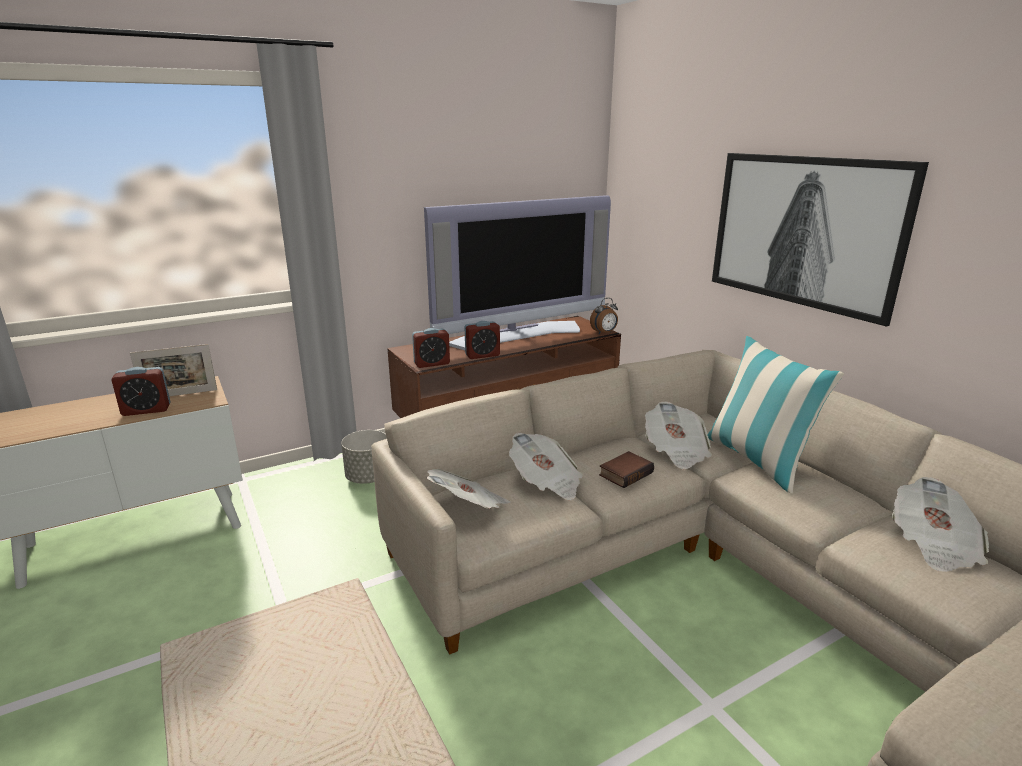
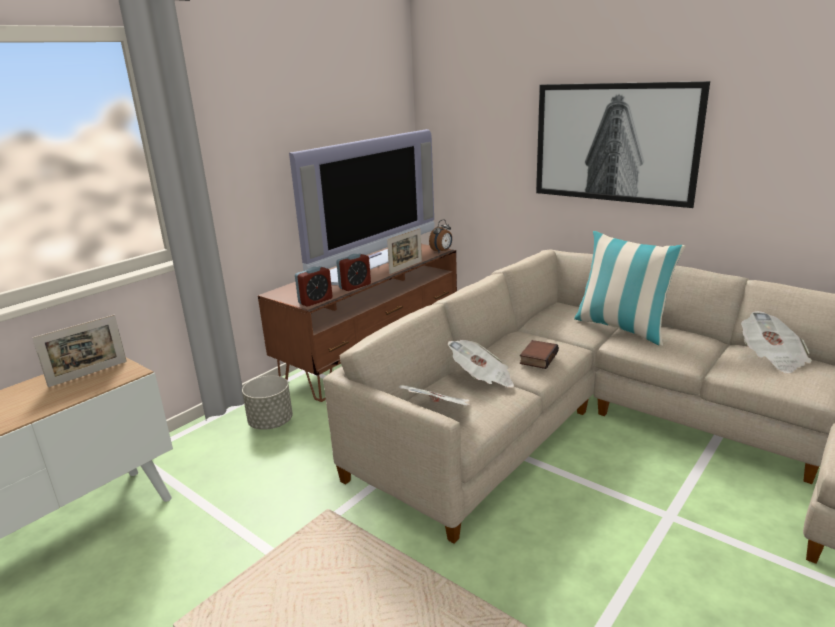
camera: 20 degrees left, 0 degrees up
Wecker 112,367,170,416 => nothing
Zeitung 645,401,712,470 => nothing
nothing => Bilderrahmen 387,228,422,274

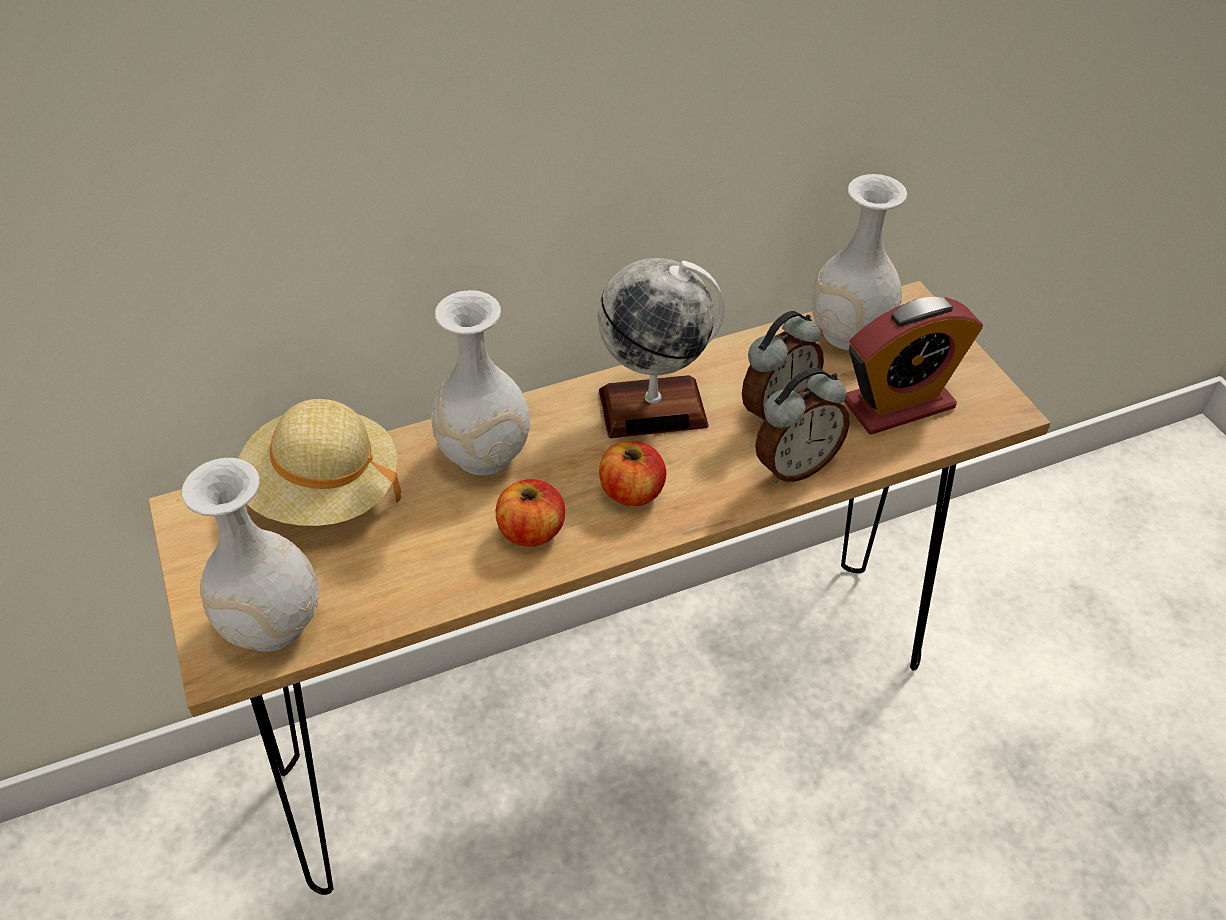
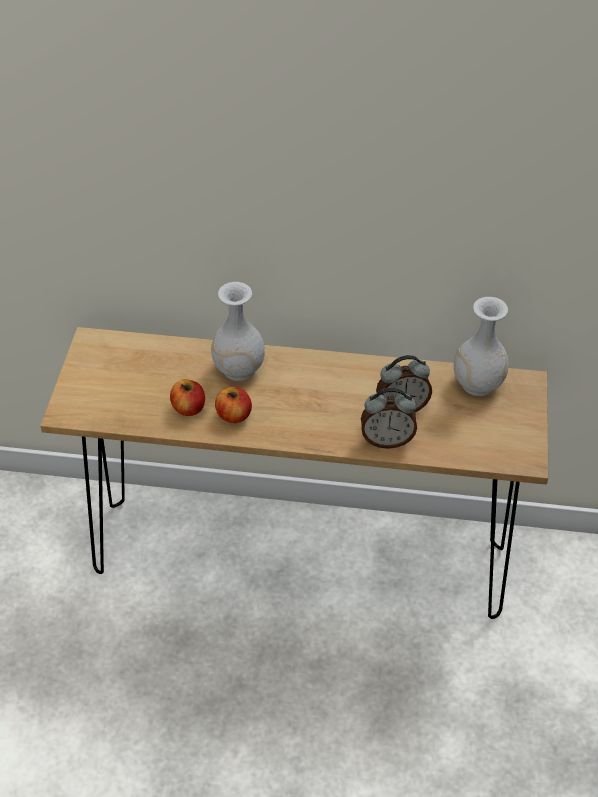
camera: 30 degrees right, 0 degrees up
Globus 597,258,724,438 => nothing
Wecker 844,297,983,435 => nothing
Hut/beige 238,399,401,526 => nothing
Apfel 599,441,666,506 => Apfel 170,379,205,416, moved
Vase/weiß 181,458,319,652 => nothing

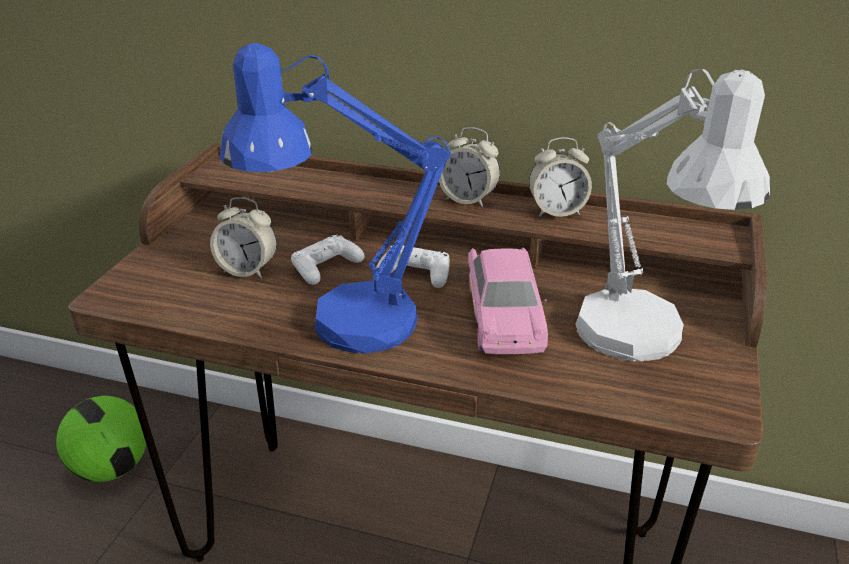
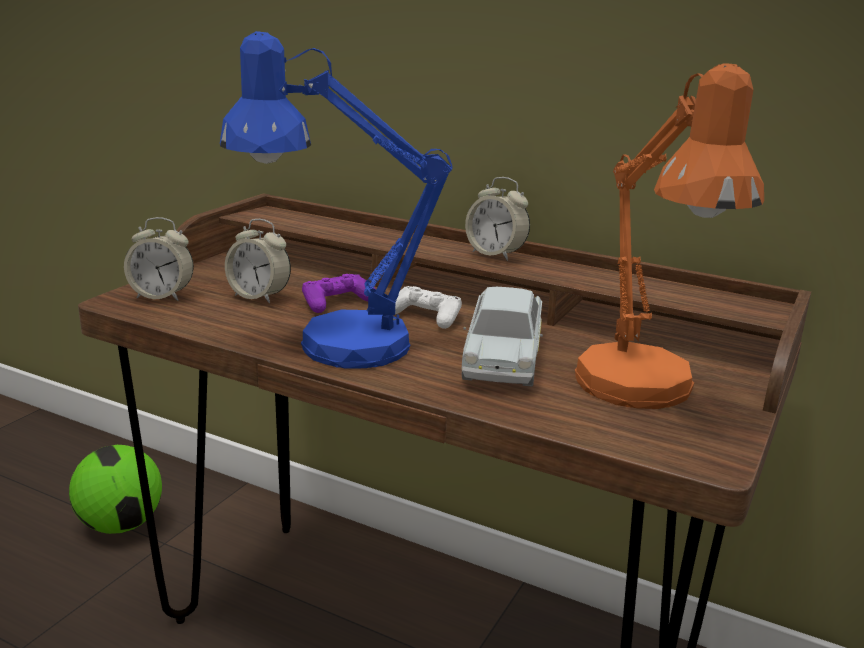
camera: 10 degrees right, 10 degrees down
Tischlampe/weiß 575,69,770,361 => Tischlampe/orange 575,63,764,409
Wecker 529,137,592,217 => Wecker 124,217,194,301, moved
Gamepad/weiß 291,235,365,285 => Gamepad/lila 302,274,375,313
Spielzeugauto/rosa 468,247,548,354 => Spielzeugauto/weiß 462,287,543,386

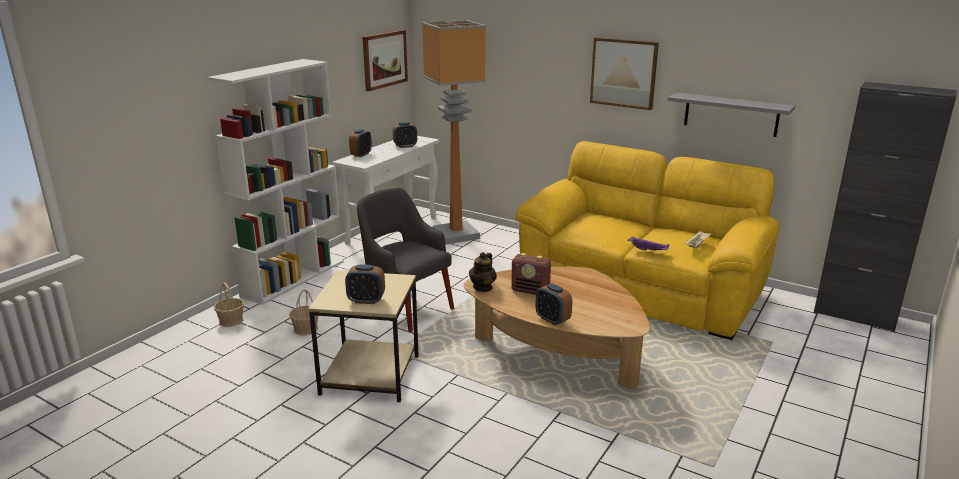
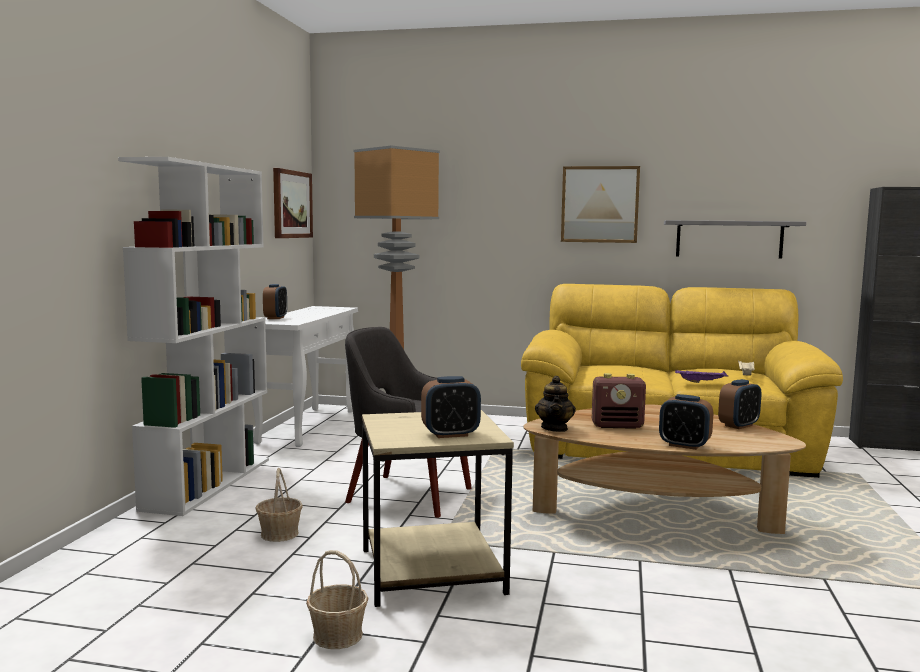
camera: 20 degrees left, 15 degrees down
Wecker 392,122,417,148 => Wecker 718,379,761,429, moved
Korb 214,283,244,327 => Korb 306,550,368,649, moved

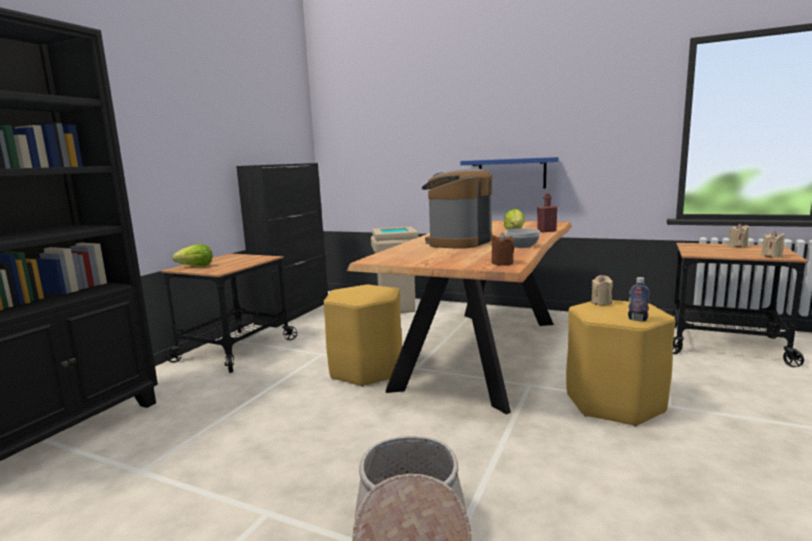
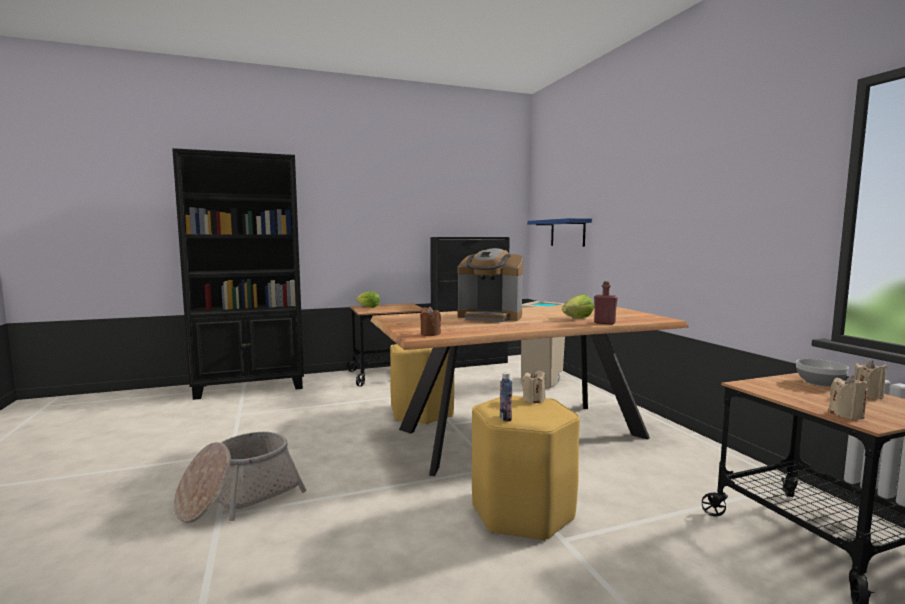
camera: 45 degrees right, 5 degrees down
Wandregal/blau 460,157,558,188 => Wandregal/blau 527,218,592,247, moved
Kaffeemaschine 422,169,492,249 => Kaffeemaschine 458,248,523,322, 150 degrees counterclockwise
Schüssel 505,229,540,248 => Schüssel 796,359,849,387, moved

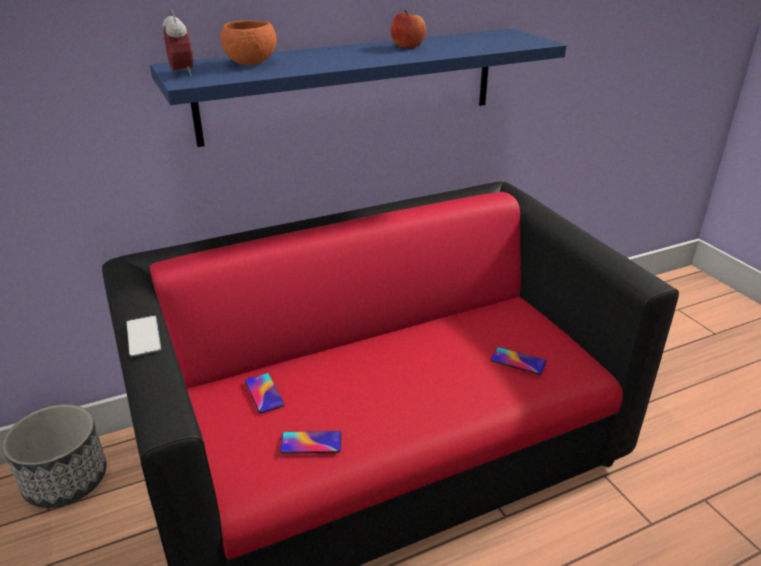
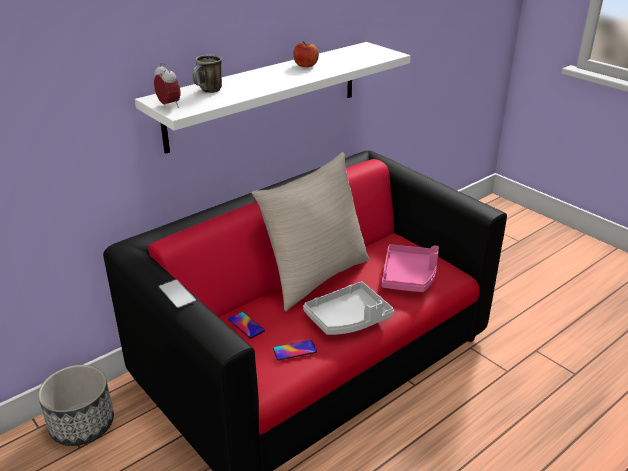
camera: 15 degrees left, 0 degrees up
Schüssel/orange 221,21,276,65 => Henkelbecher 192,55,222,93
Wandregal/blau 150,29,566,147 => Wandregal/weiß 135,42,411,154
Handy 491,347,546,375 => Tablett/rosa 382,244,439,292
nothing => Kissen/beige 251,152,370,311
nothing => Tablett/grau 303,281,394,335

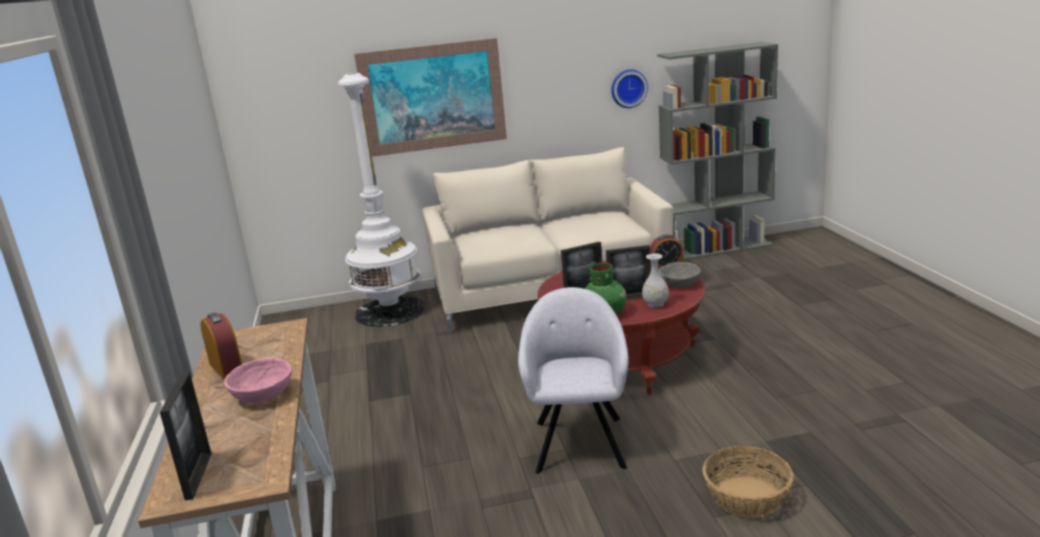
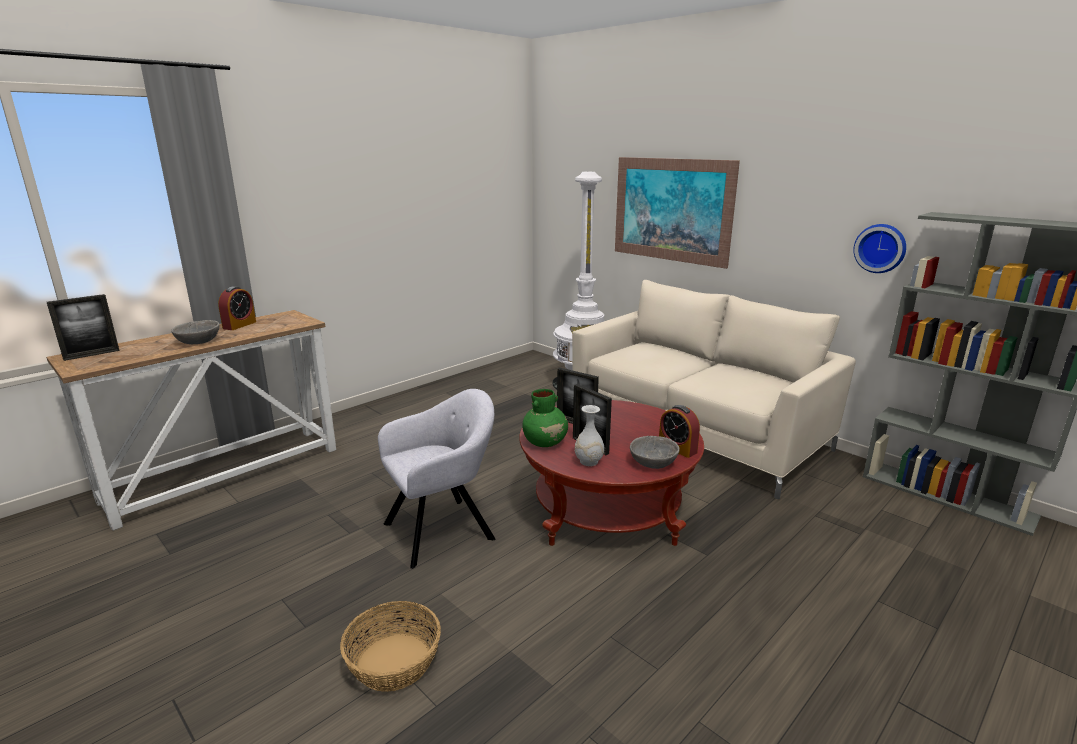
camera: 55 degrees right, 0 degrees up
Schüssel/rosa 224,358,292,403 => Schüssel/grau 171,320,220,344

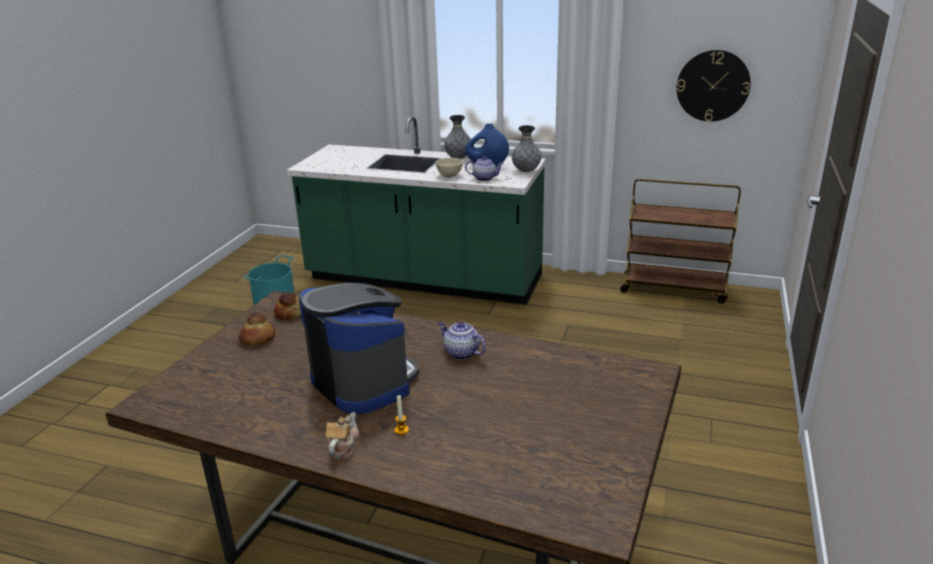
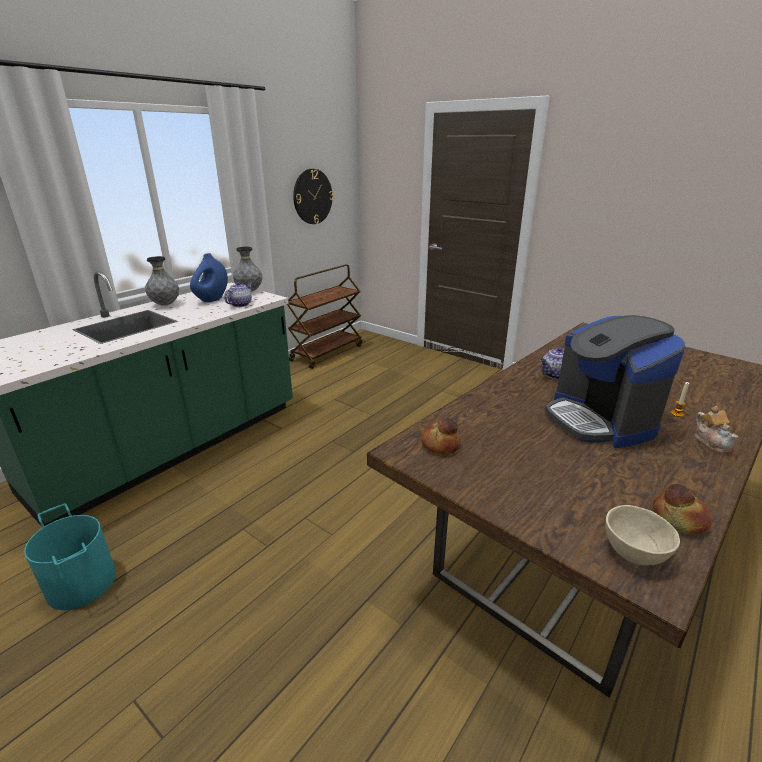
camera: 70 degrees left, 0 degrees up
Schüssel/beige 435,158,463,177 => Schüssel/beige 605,505,680,566, moved
Kaffeemaschine 299,283,420,414 => Kaffeemaschine 545,315,685,448, 90 degrees counterclockwise
Brot 238,312,275,346 => Brot 653,484,712,534, moved
Teekanne 326,412,360,460 => Teekanne 695,406,739,453, 135 degrees counterclockwise

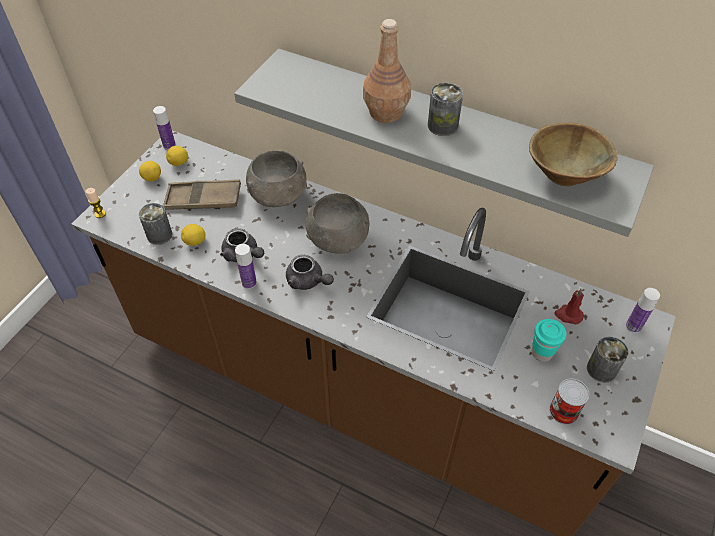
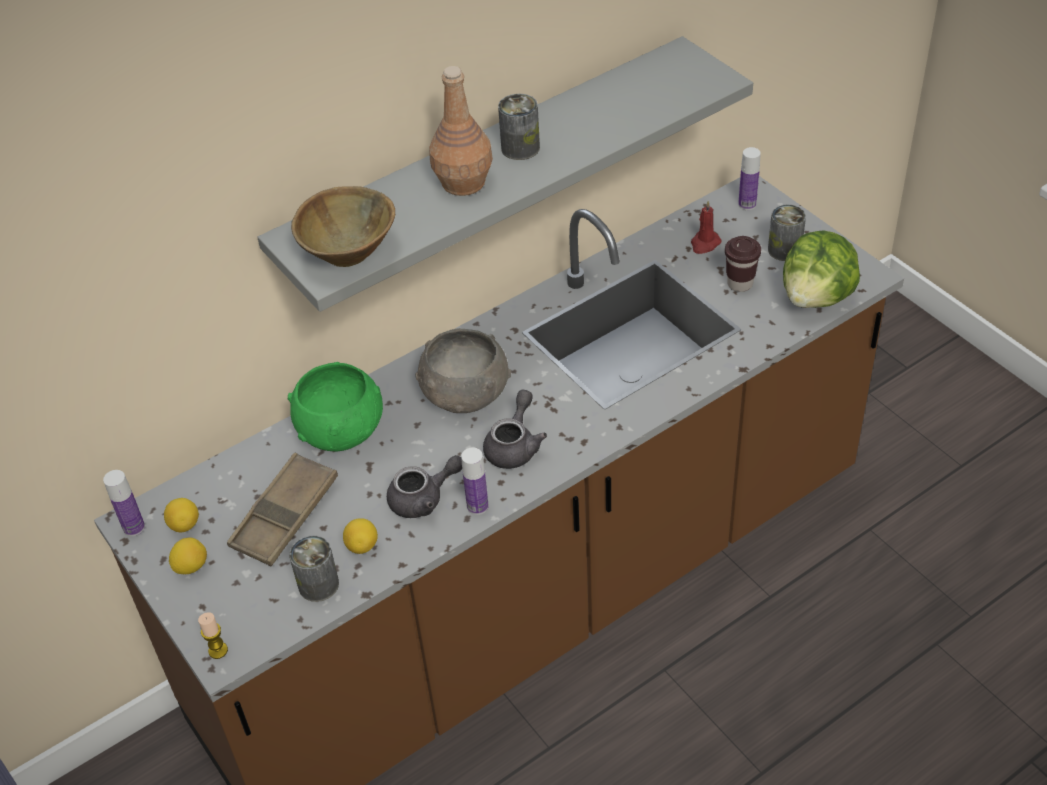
camera: 60 degrees left, 5 degrees down
Schüssel/braun 529,122,617,186 => Schüssel/braun 291,186,395,267, moved
Schüssel/grau 246,150,307,207 => Schüssel/grün 288,362,383,451
Teekanne/grau 286,254,334,290 => Teekanne/grau 483,390,547,469, 45 degrees counterclockwise
Tasse/türkis 532,319,566,362 => Tasse/braun 725,236,761,292
Dose 549,379,589,425 => Salatkopf 783,230,860,308

